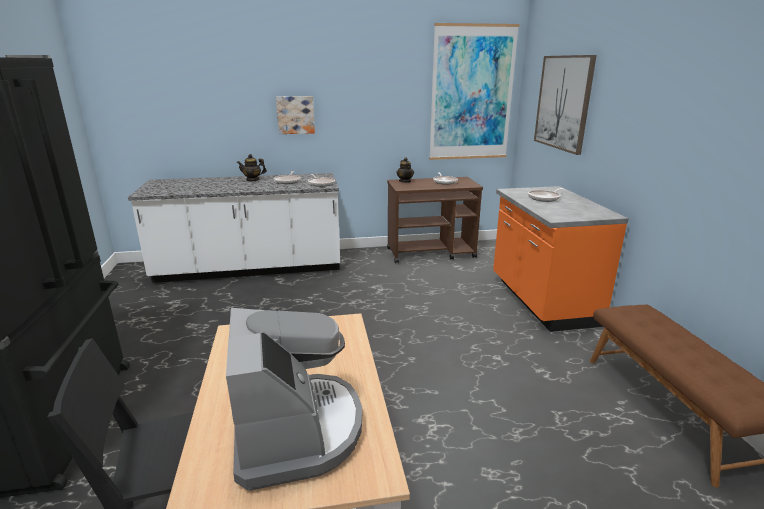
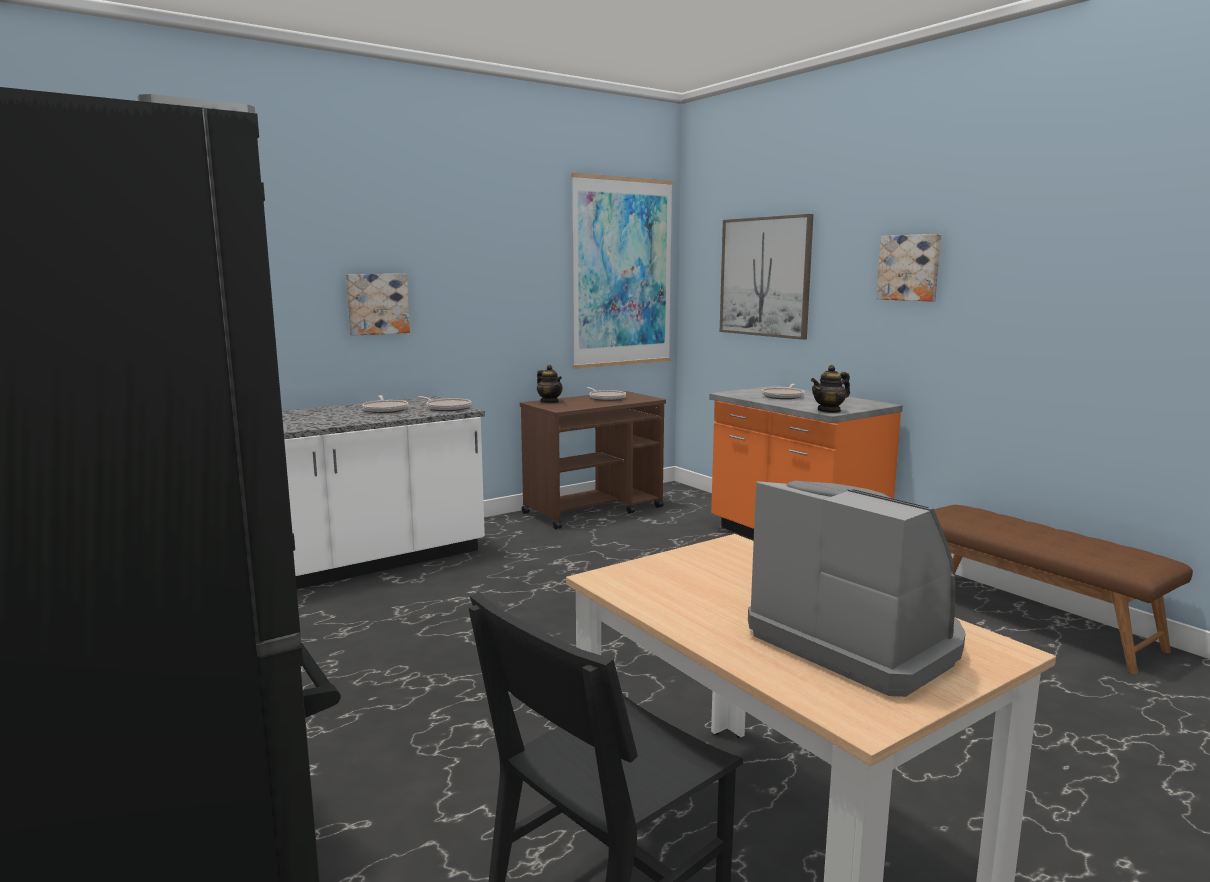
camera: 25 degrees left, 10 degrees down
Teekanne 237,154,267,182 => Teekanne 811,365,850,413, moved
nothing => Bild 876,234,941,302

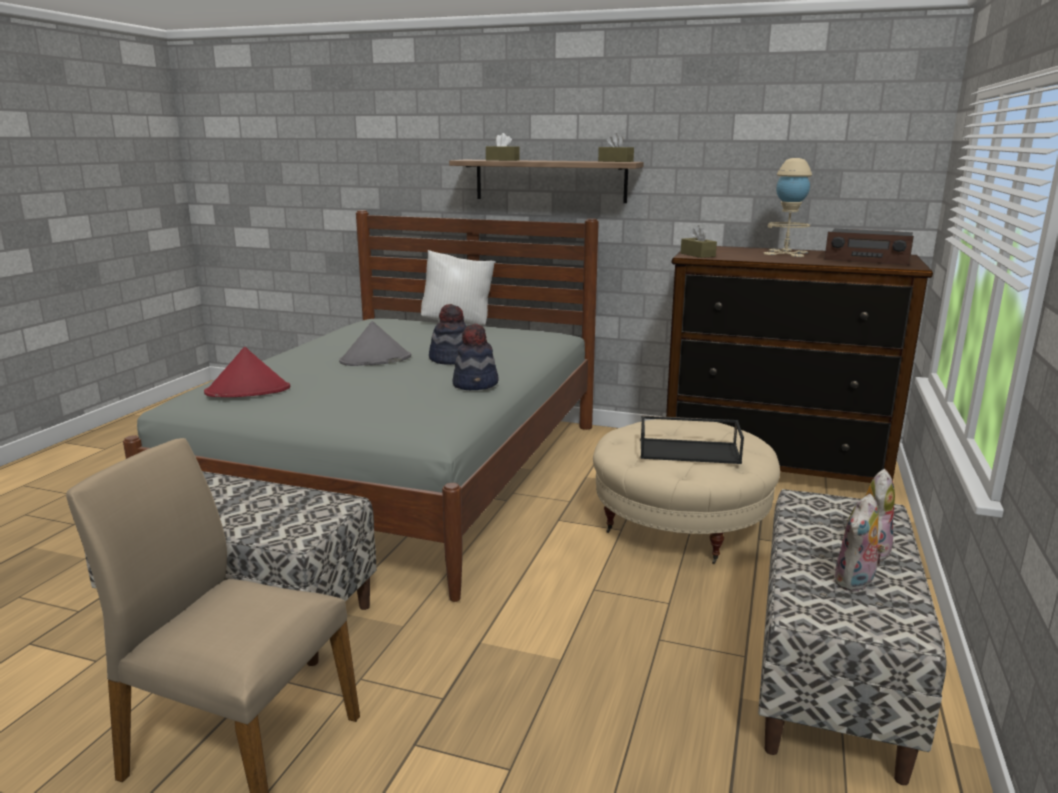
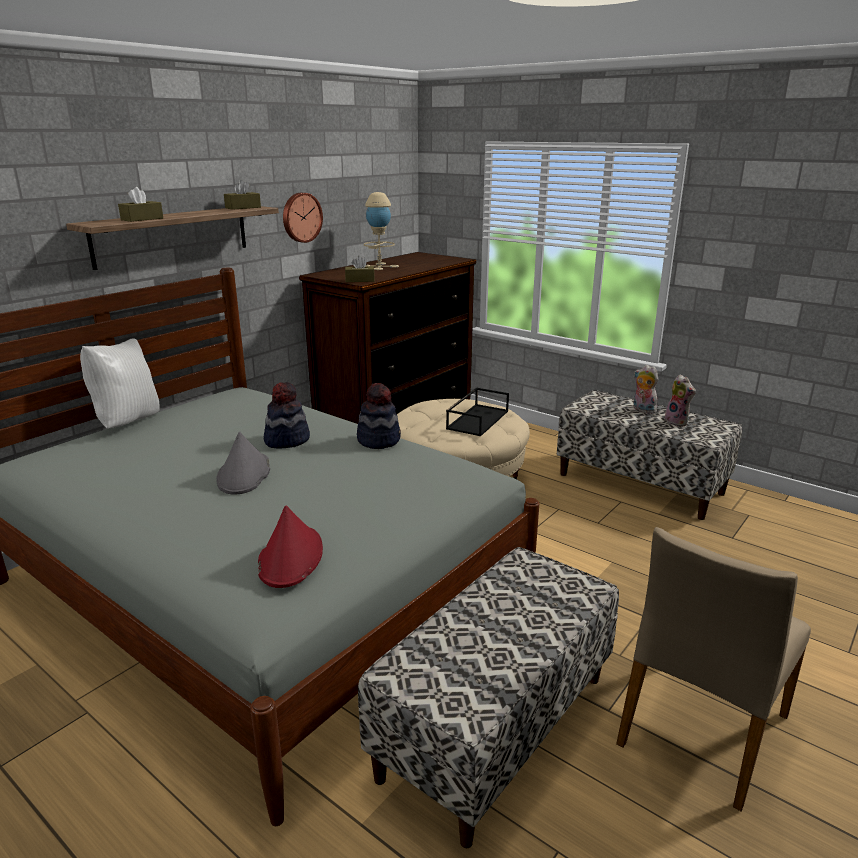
camera: 70 degrees left, 5 degrees up
Radio 824,228,914,265 => nothing
nothing => Wanduhr 283,193,323,243

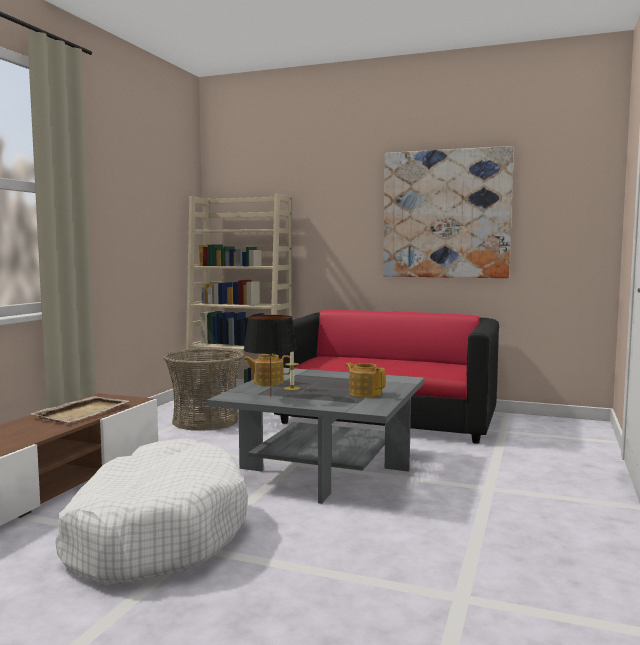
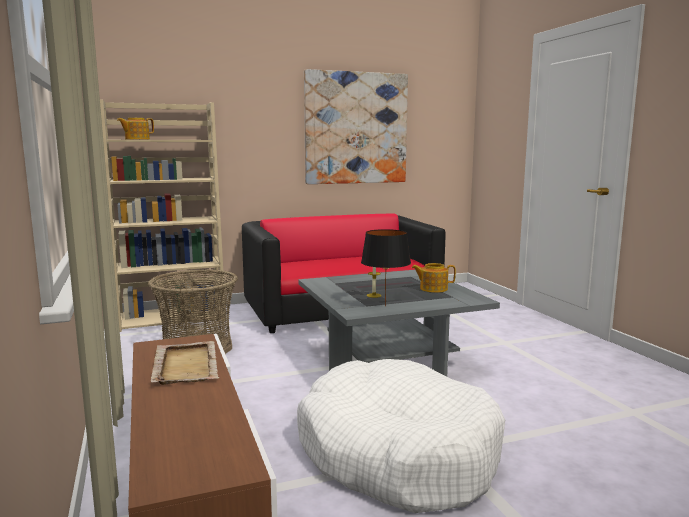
camera: 40 degrees left, 5 degrees up
Teekanne 244,354,290,386 => Teekanne 117,118,154,140, moved

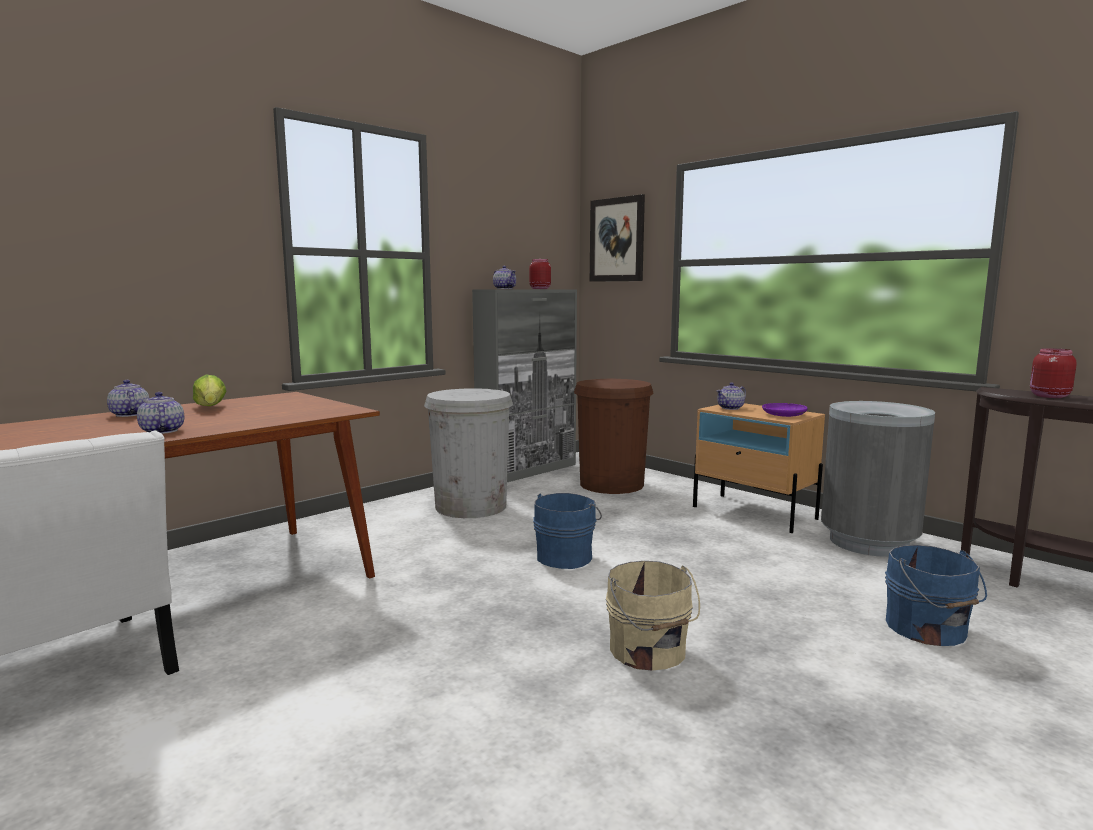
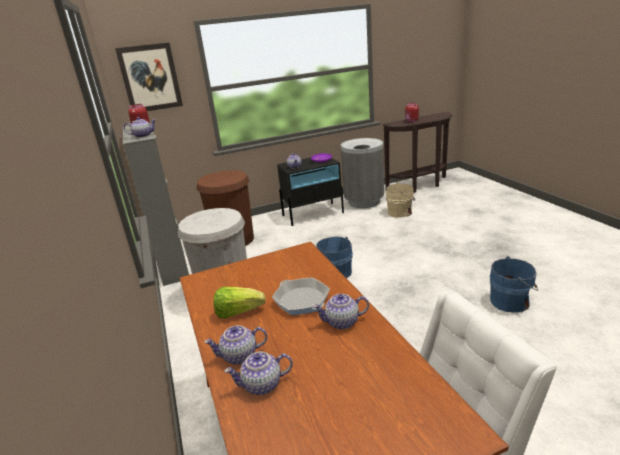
camera: 65 degrees left, 15 degrees up
Nachttisch/beige 693,403,825,533 => Nachttisch/schwarz 277,158,344,226
Eimer/blau 885,545,987,646 => Eimer/blau 490,256,538,313, moved
Eimer/beige 606,561,700,670 => Eimer/beige 386,182,415,218, moved
nothing => Pfanne 272,278,330,315
nothing => Teekanne 224,351,293,395

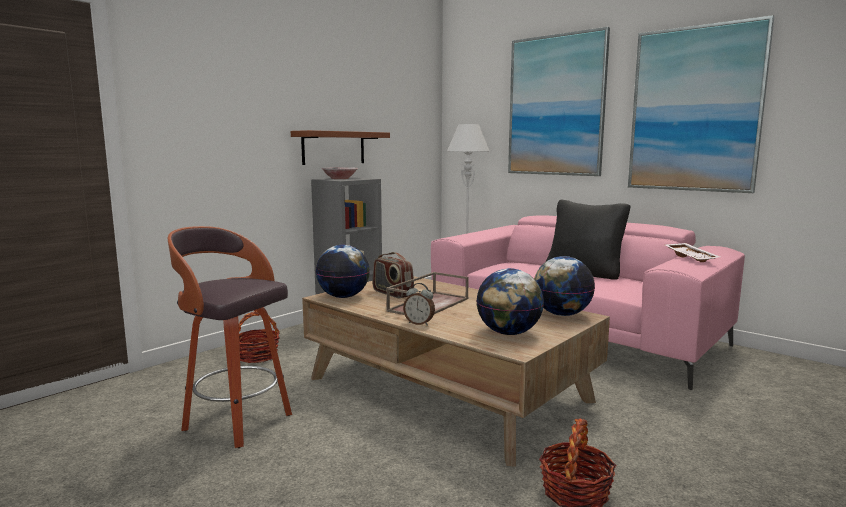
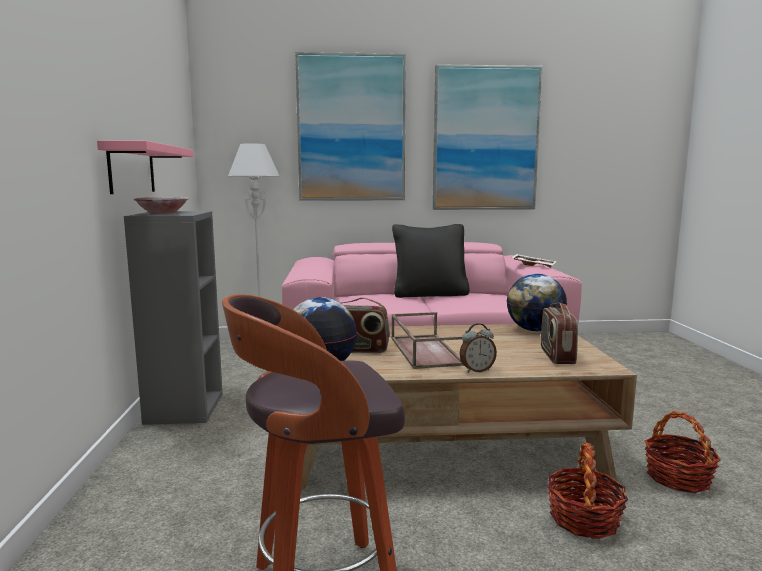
camera: 45 degrees left, 0 degrees up
Wandregal/braun 291,130,390,165 => Wandregal/rosa 97,140,194,194
Globus 477,268,544,335 => Radio 541,302,578,364
Korb 239,311,280,363 => Korb 547,443,628,539, moved

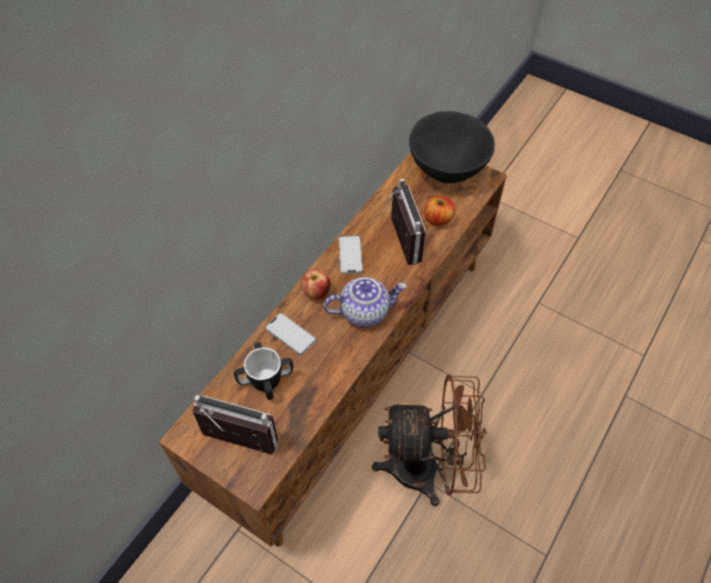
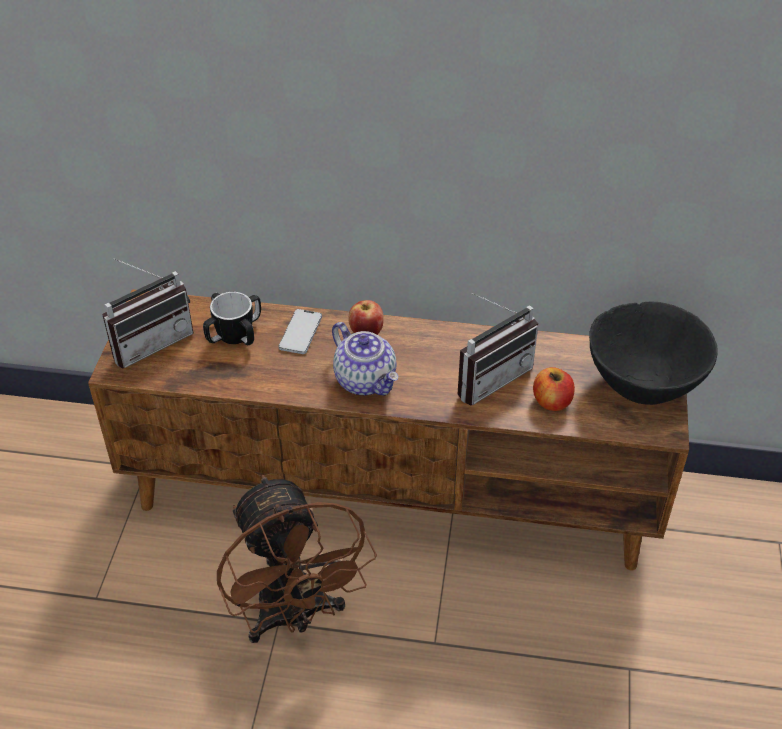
camera: 65 degrees right, 10 degrees down
Handy 339,235,363,274 => nothing
Radio 193,395,278,455 => Radio 102,258,194,369, 60 degrees clockwise

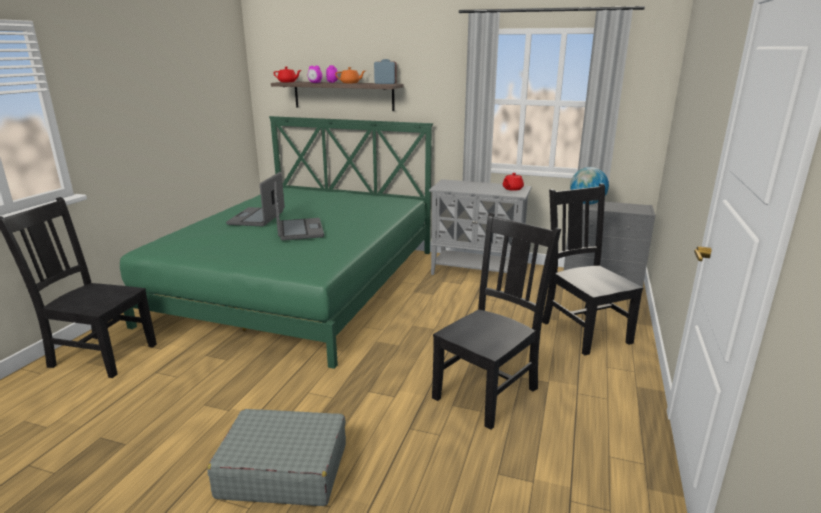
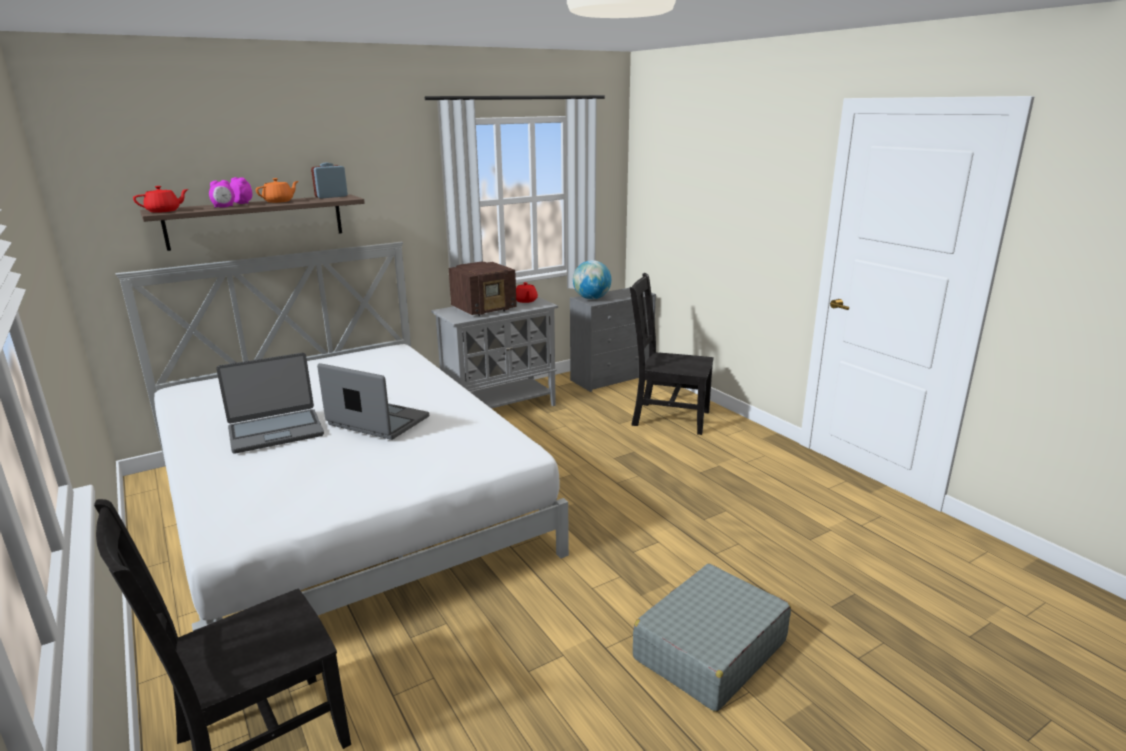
camera: 50 degrees left, 0 degrees up
Bett/grün 120,116,433,369 => Bett/weiß 116,242,569,631
Laptop 226,172,285,226 => Laptop 216,353,324,454, 75 degrees counterclockwise
Stuhl/schwarz 432,212,561,430 => nothing
nothing => Radio 449,262,517,316

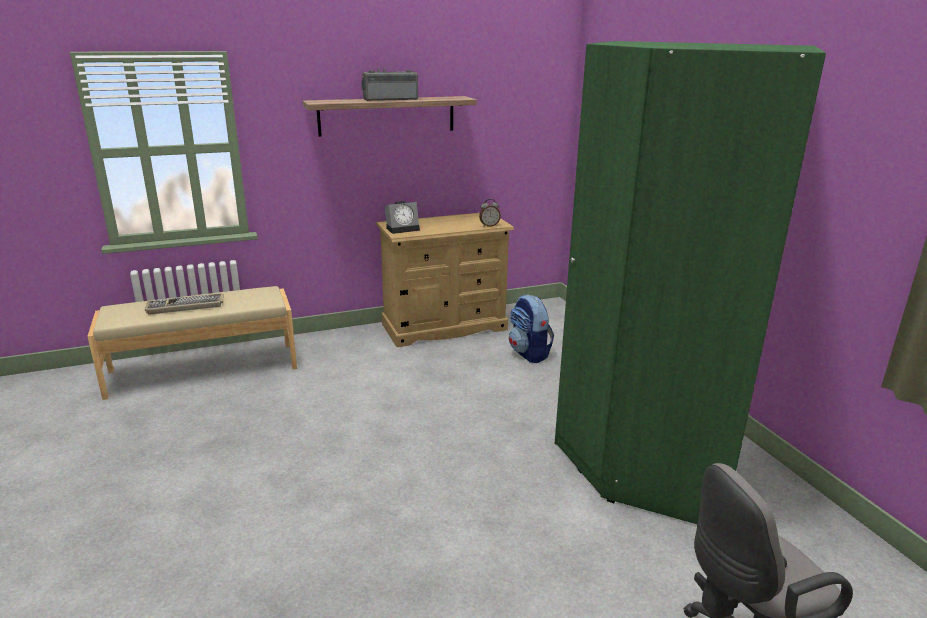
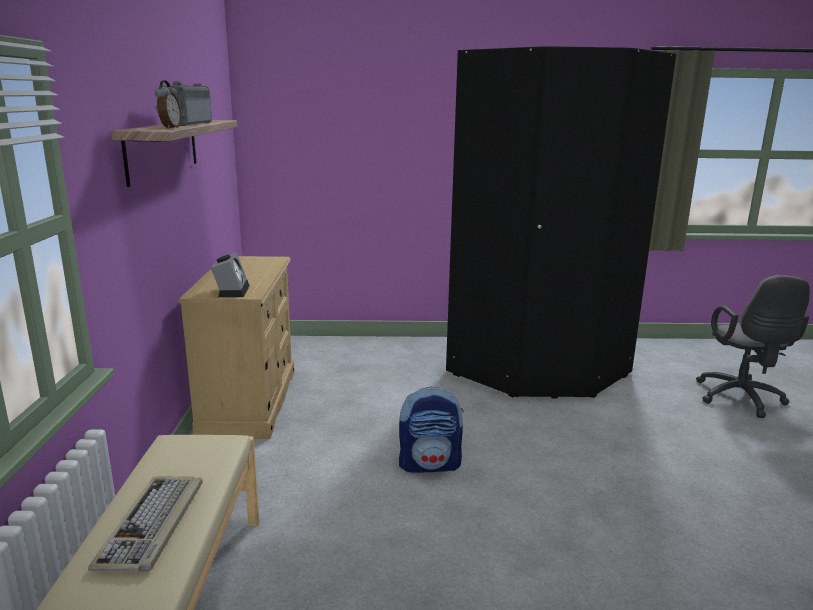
camera: 70 degrees left, 5 degrees down
Kleiderschrank/grün 555,41,826,525 => Kleiderschrank/schwarz 446,46,676,398
Wecker 479,199,501,227 => Wecker 155,80,182,129, moved
Rucksack 509,295,554,363 => Rucksack 399,387,464,472, moved

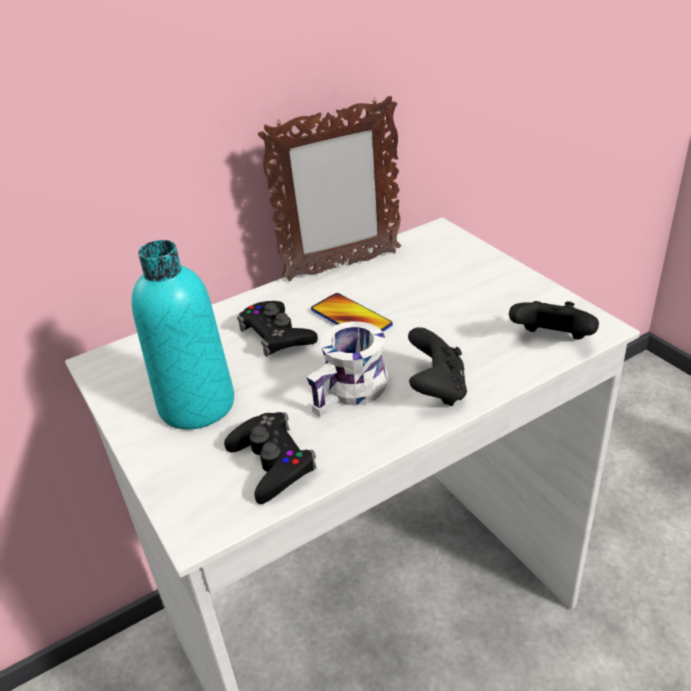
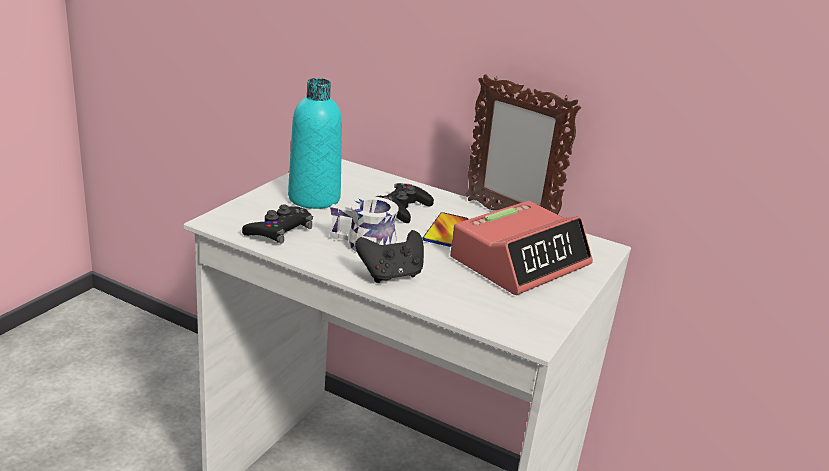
camera: 55 degrees right, 10 degrees down
Gamepad/schwarz 509,301,599,340 => nothing
nothing => Wecker 450,201,593,295

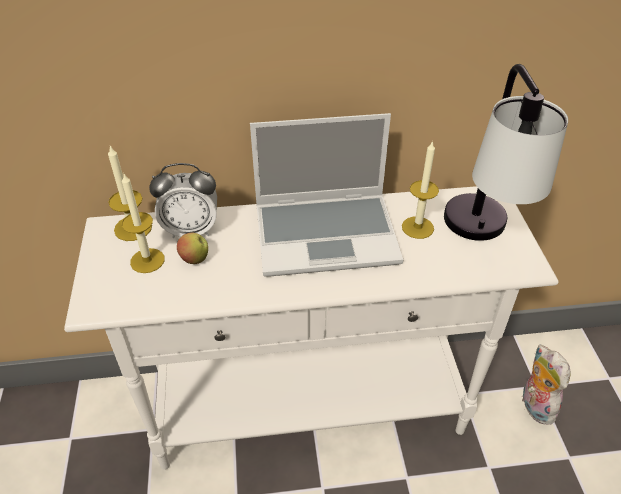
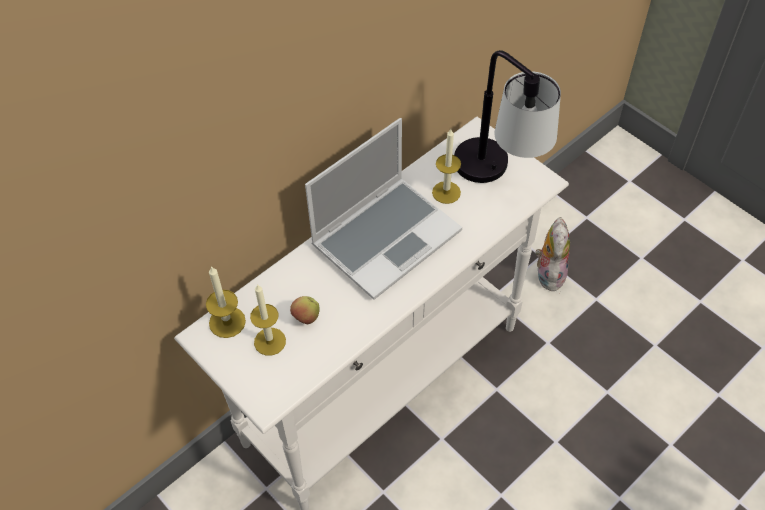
camera: 35 degrees left, 10 degrees up
Wecker 149,163,217,238 => nothing
Plüschtier 522,344,571,425 => Plüschtier 535,217,570,291, 60 degrees clockwise

